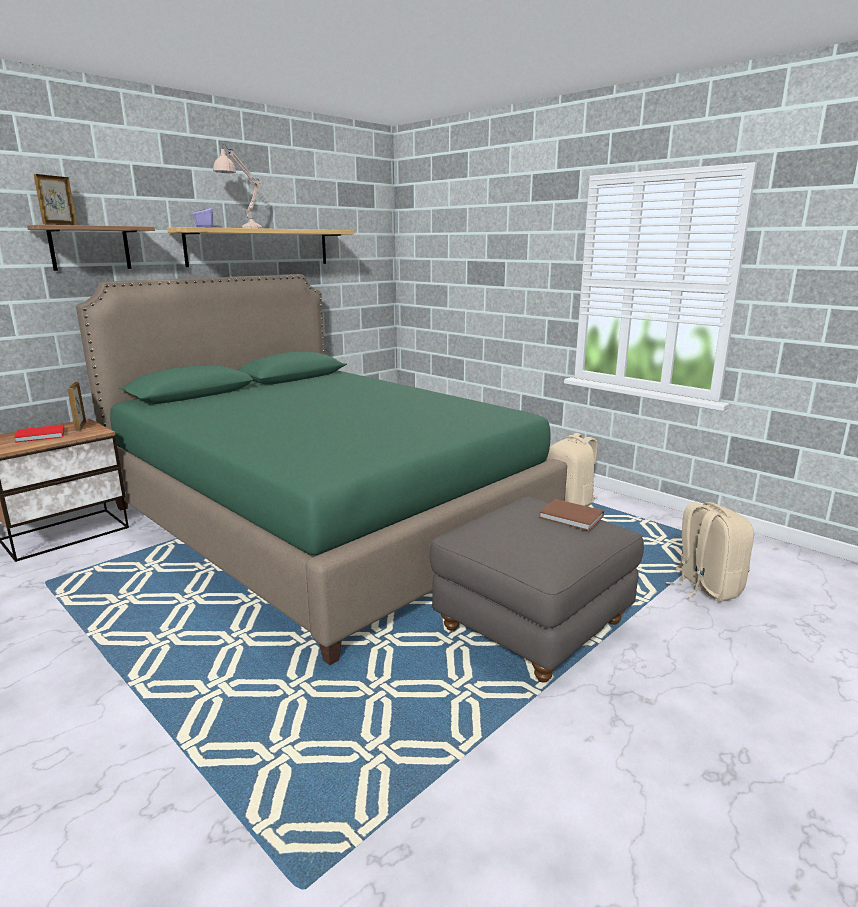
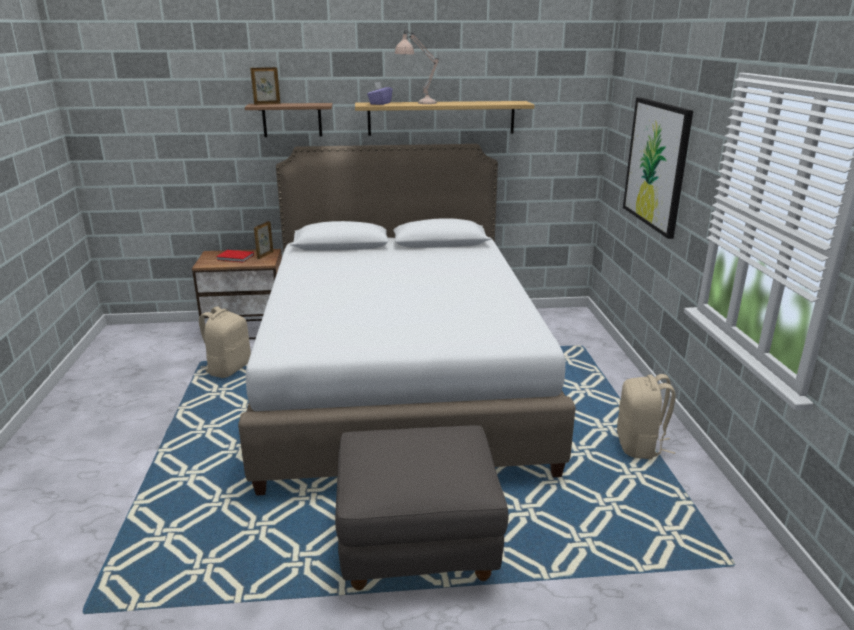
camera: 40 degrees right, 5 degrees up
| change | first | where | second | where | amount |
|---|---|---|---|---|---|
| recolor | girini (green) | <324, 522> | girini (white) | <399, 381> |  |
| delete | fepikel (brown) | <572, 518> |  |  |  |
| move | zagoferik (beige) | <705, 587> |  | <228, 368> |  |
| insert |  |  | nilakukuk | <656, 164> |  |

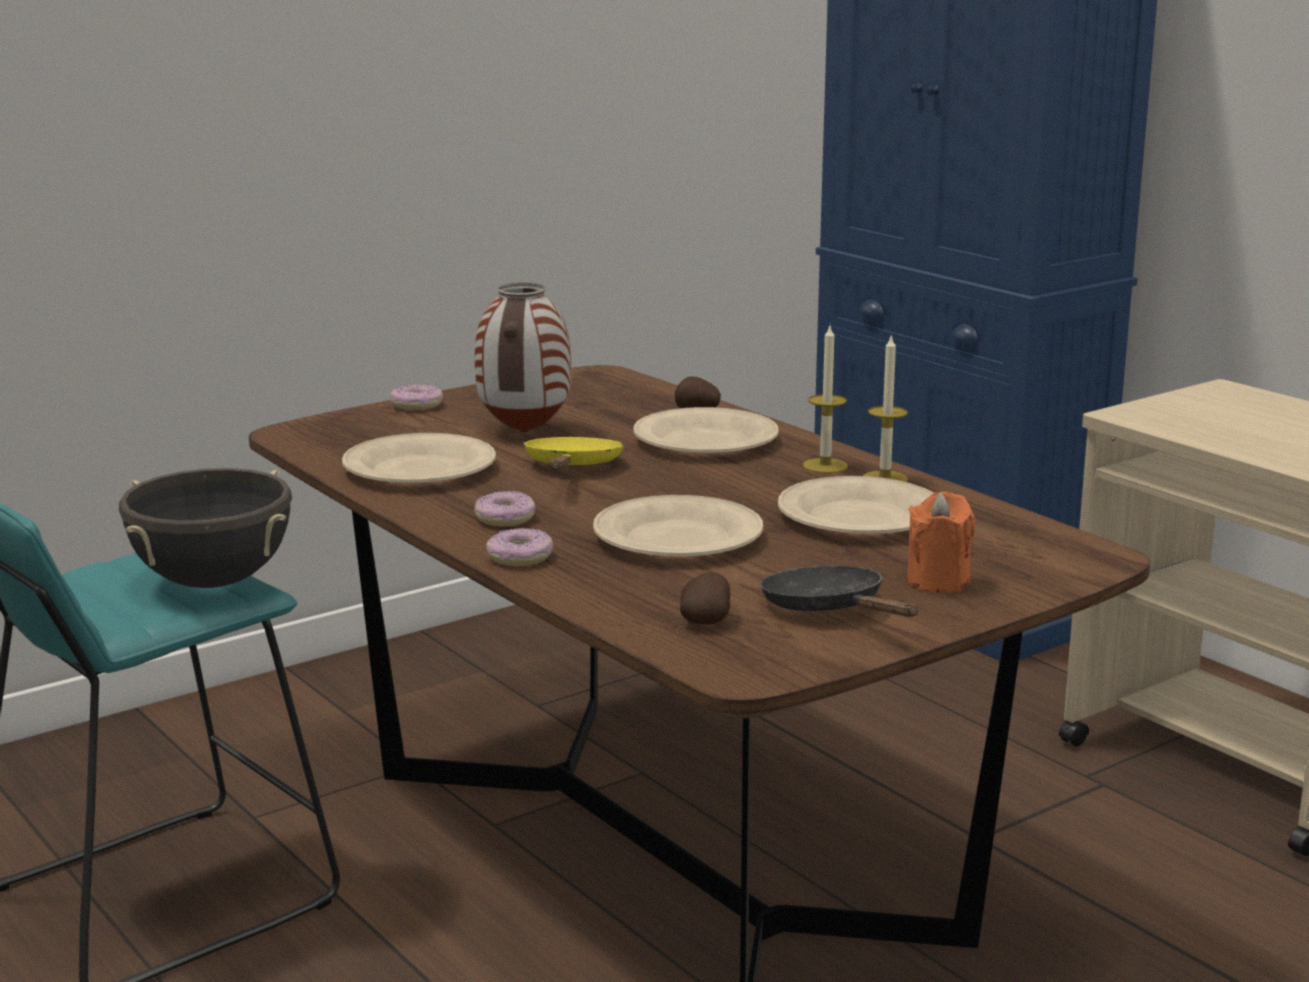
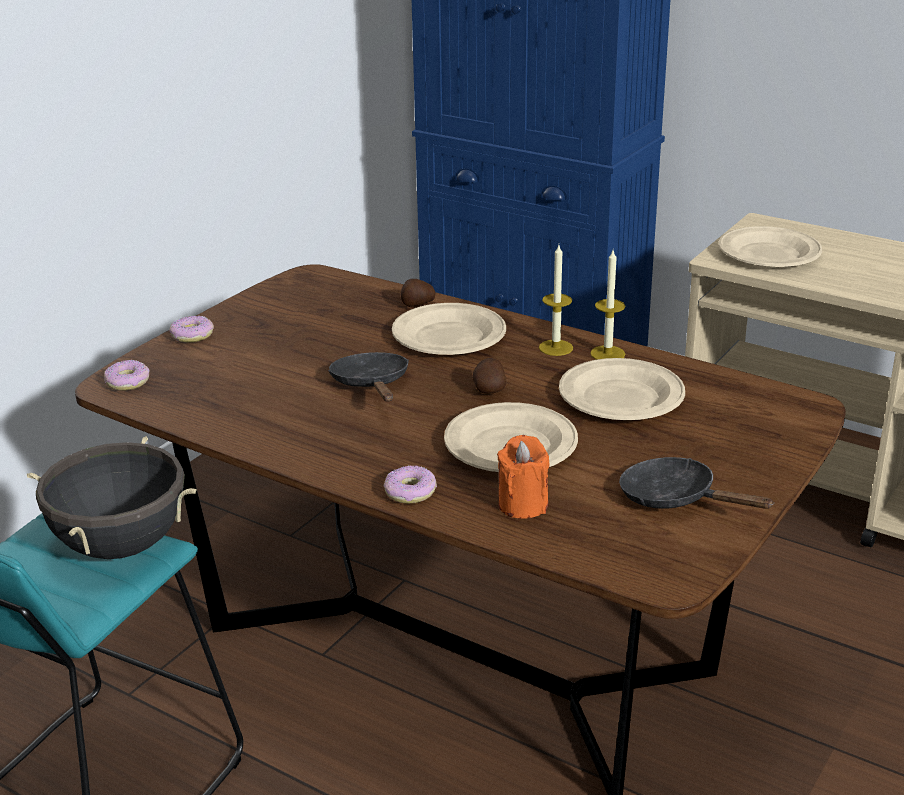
camera: 20 degrees left, 10 degrees up
| change | first | where | second | where | amount |
|---|---|---|---|---|---|
| delete | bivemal | <523, 432> |  |  |  |
| move | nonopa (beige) | <420, 469> |  | <769, 254> |  |
| recolor | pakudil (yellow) | <572, 468> | pakudil (black) | <372, 384> |  |
| move | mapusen | <505, 518> |  | <128, 382> |  |
| move | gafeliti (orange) | <938, 581> |  | <523, 505> |  |
| move | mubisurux | <706, 621> |  | <489, 389> |  |

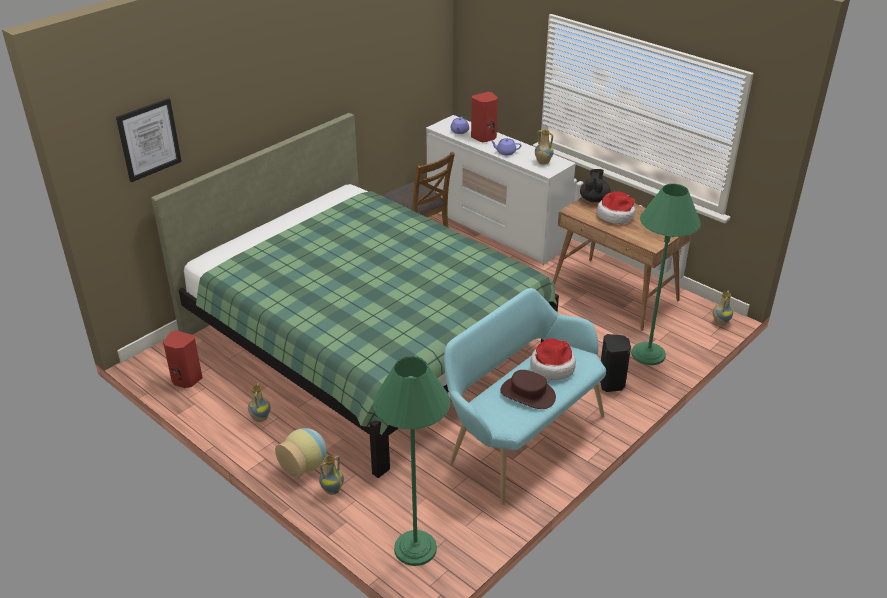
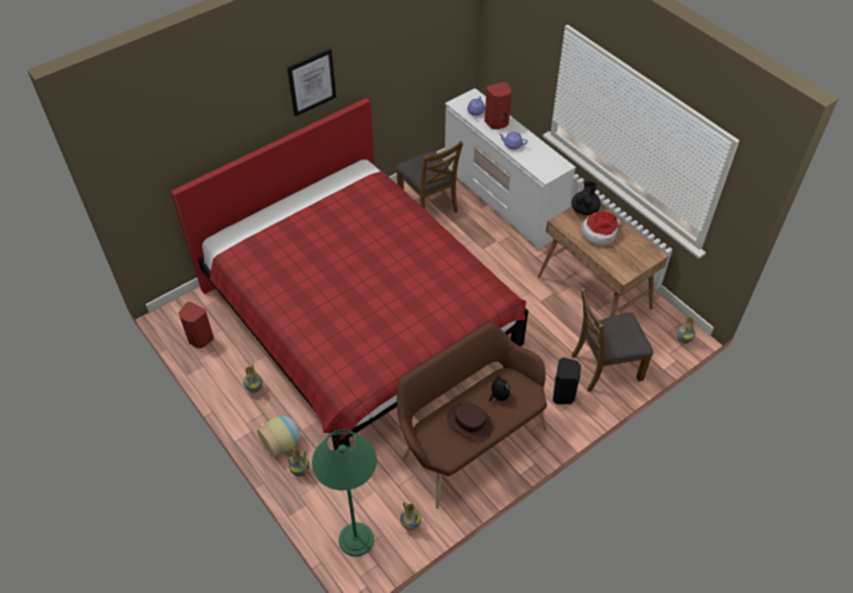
camera: 10 degrees right, 15 degrees up
| change | first | where | second | where | amount |
|---|---|---|---|---|---|
| move | nilakukuk | <149, 139> |  | <311, 82> |  |
| recolor | girini (green) | <366, 341> | girini (red) | <358, 318> |  |
| move | bivemal | <542, 162> |  | <410, 525> |  |
| replace | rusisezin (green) | <648, 354> | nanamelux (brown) | <605, 367> |  |
| recolor | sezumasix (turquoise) | <521, 437> | sezumasix (brown) | <469, 441> |  |
| replace | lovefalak | <552, 367> | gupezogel | <498, 396> |  |

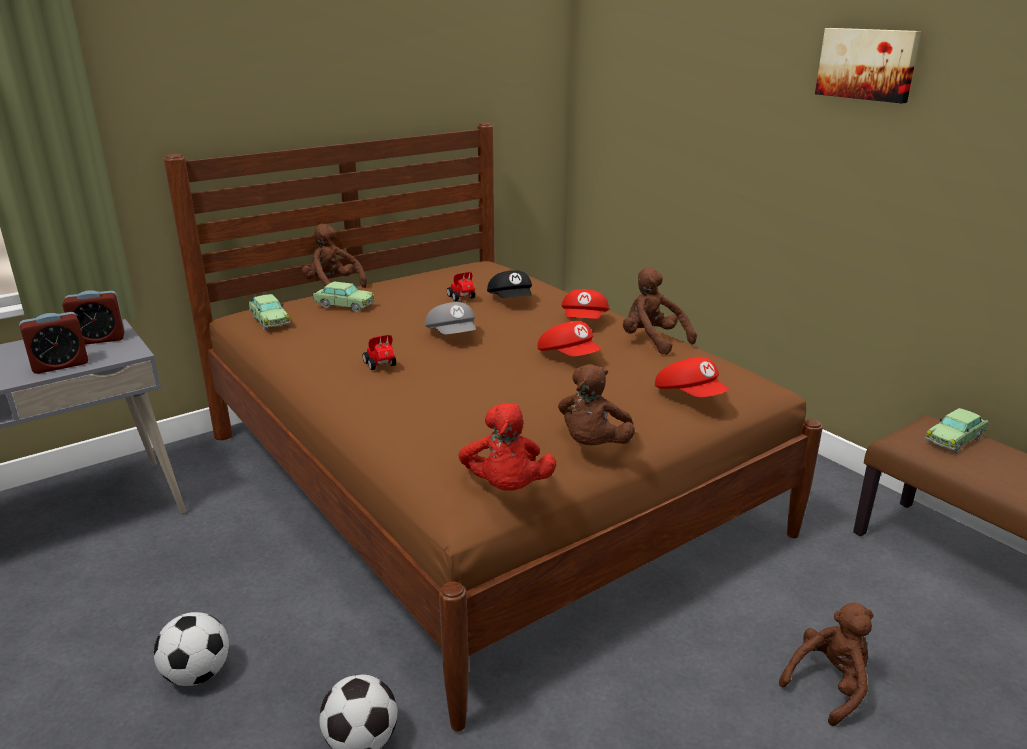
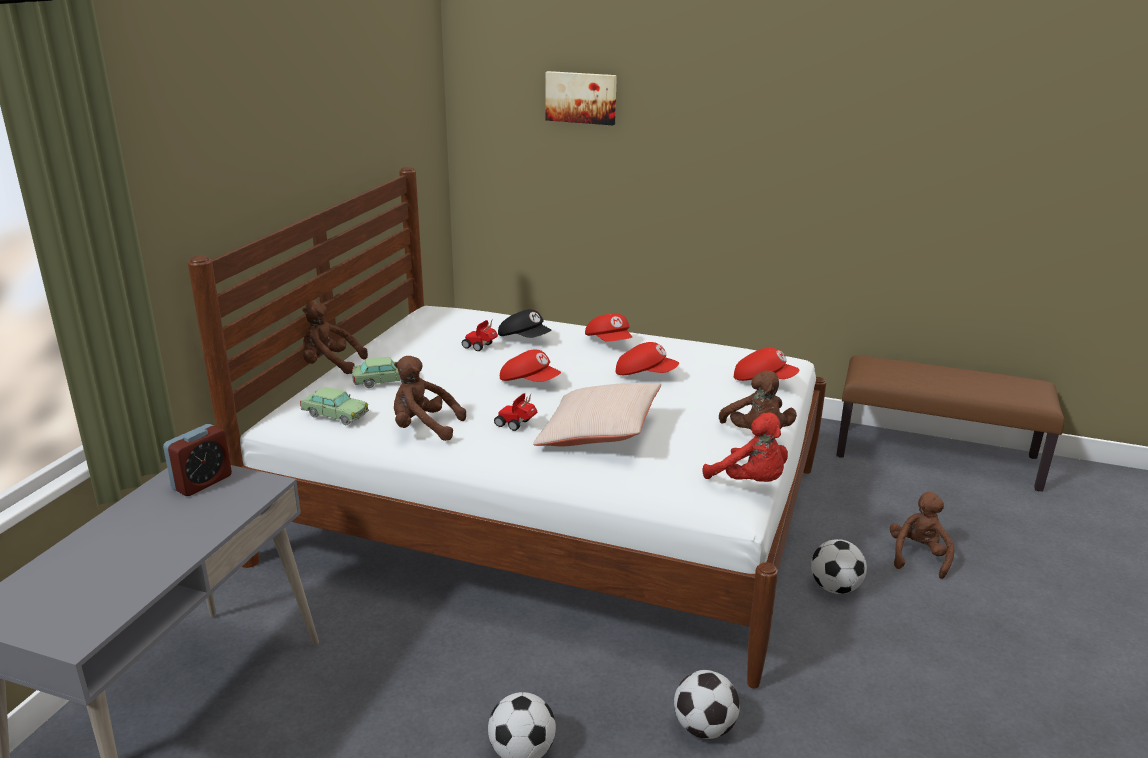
camera: 35 degrees left, 0 degrees up
| change | first | where | second | where | amount |
|---|---|---|---|---|---|
| move | nilakukuk | <867, 64> |  | <581, 97> |  |
| recolor | girini (brown) | <478, 482> | girini (white) | <550, 514> |  |
| move | gupezogel (brown) | <652, 341> |  | <424, 428> |  |
| recolor | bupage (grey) | <453, 335> | bupage (red) | <529, 382> |  |
| delete | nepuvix | <60, 365> |  |  |  |
| delete | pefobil | <954, 439> |  |  |  |
| insert |  |  | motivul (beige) | <598, 433> |  |
| insert |  |  | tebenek | <835, 588> |  |

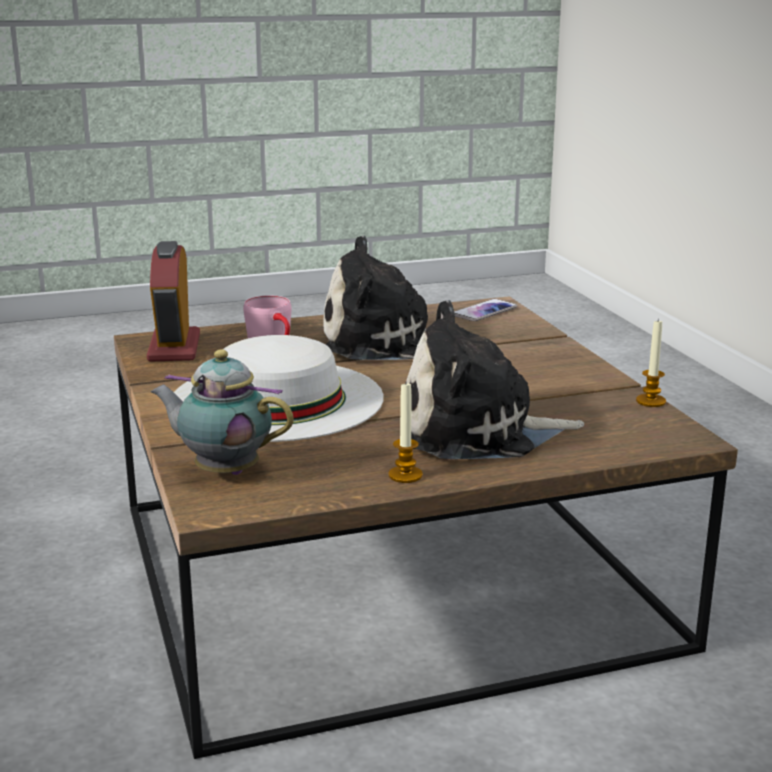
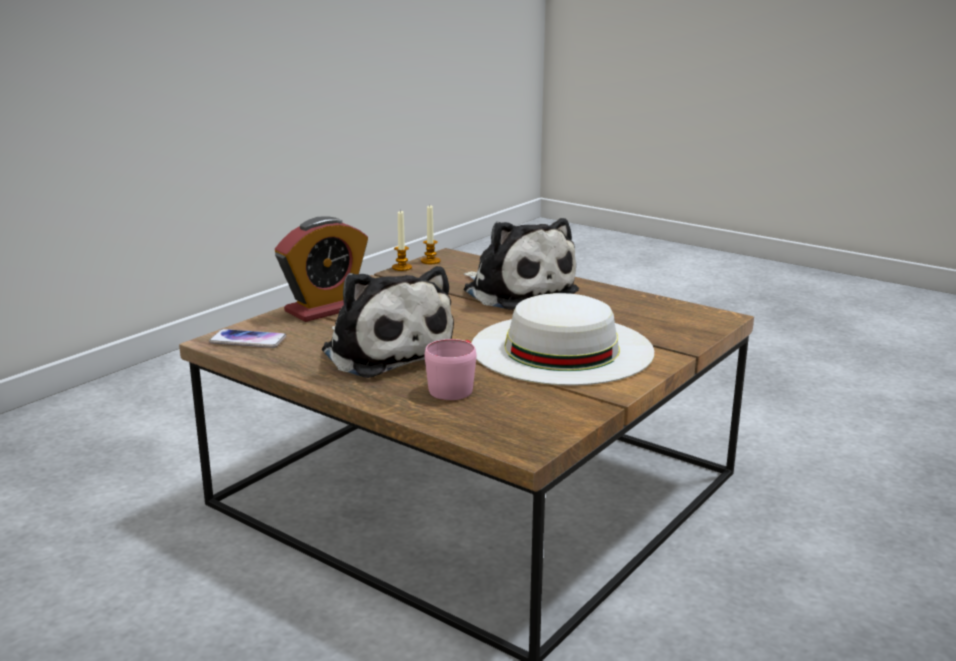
camera: 125 degrees left, 0 degrees up
| change | first | where | second | where | amount |
|---|---|---|---|---|---|
| move | nepuvix | <174, 347> |  | <325, 309> |  |
| delete | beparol | <223, 471> |  |  |  |
| move | gafeliti | <405, 475> |  | <430, 261> |  |

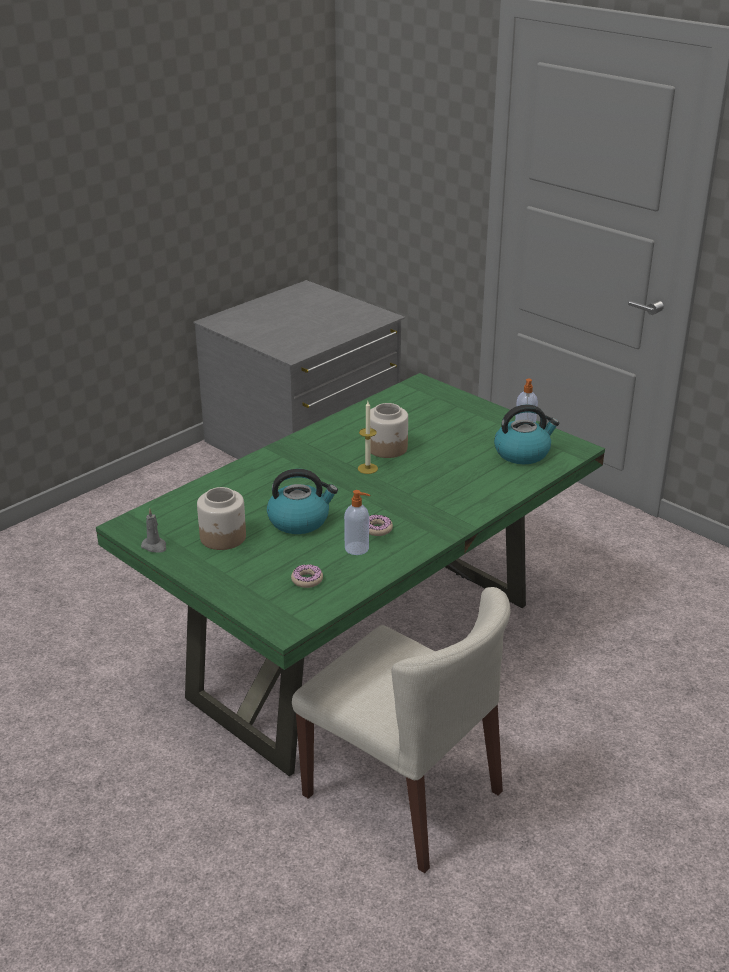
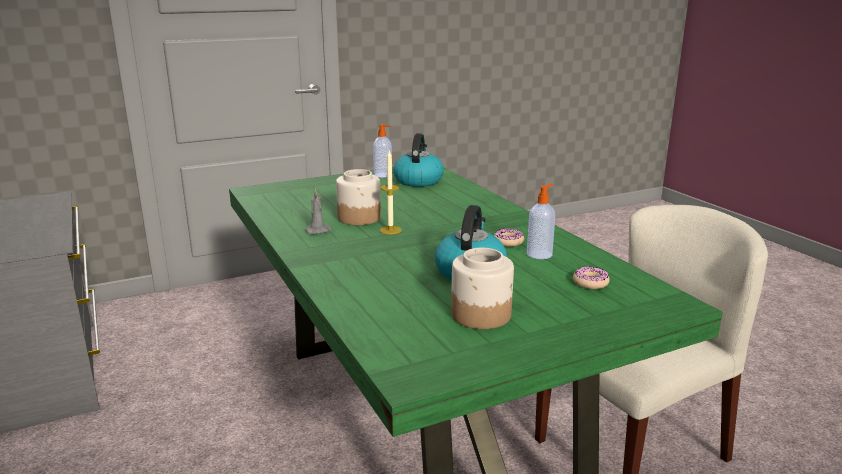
camera: 70 degrees left, 10 degrees down
| change | first | where | second | where | amount |
|---|---|---|---|---|---|
| move | gafeliti (grey) | <155, 546> |  | <319, 230> |  |

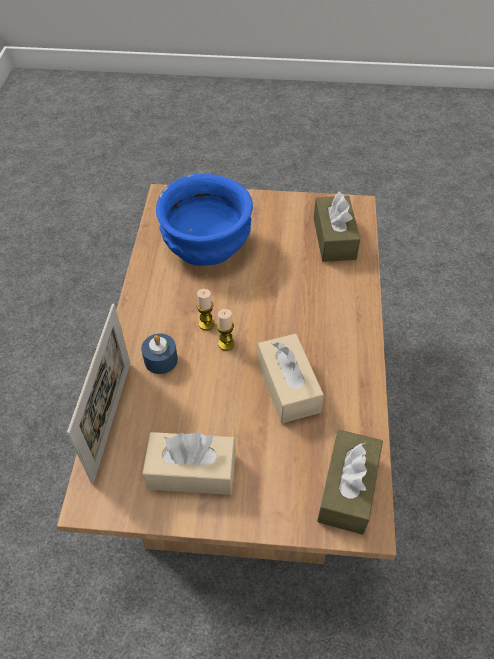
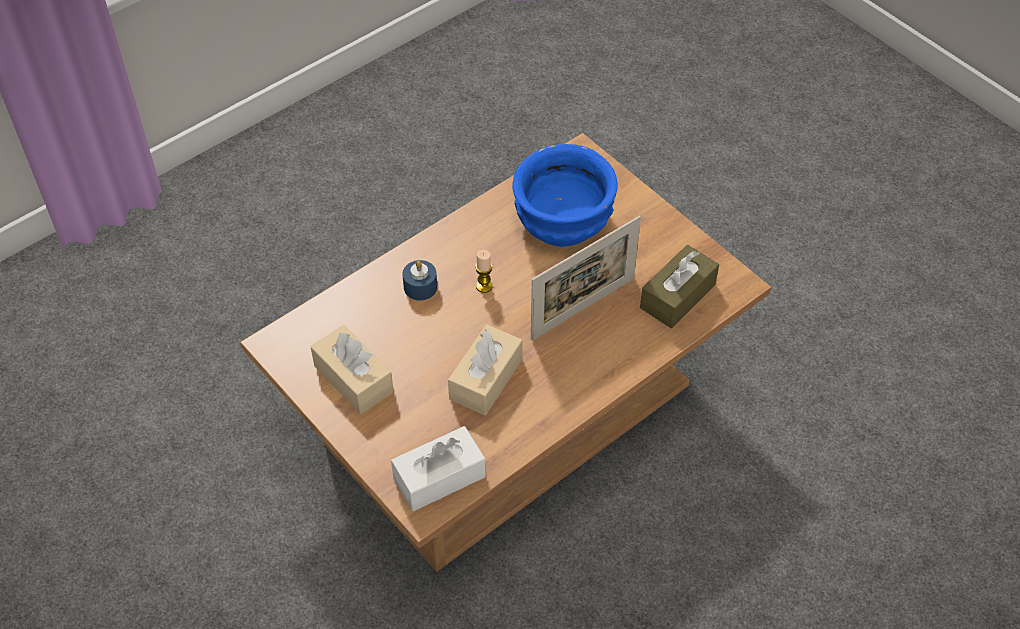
camera: 45 degrees right, 0 degrees up
| change | first | where | second | where | amount |
|---|---|---|---|---|---|
| move | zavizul | <112, 419> |  | <583, 308> |  |
| delete | gafeliti | <226, 344> |  |  |  |
| recolor | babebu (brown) | <348, 488> | babebu (white) | <439, 477> |  |

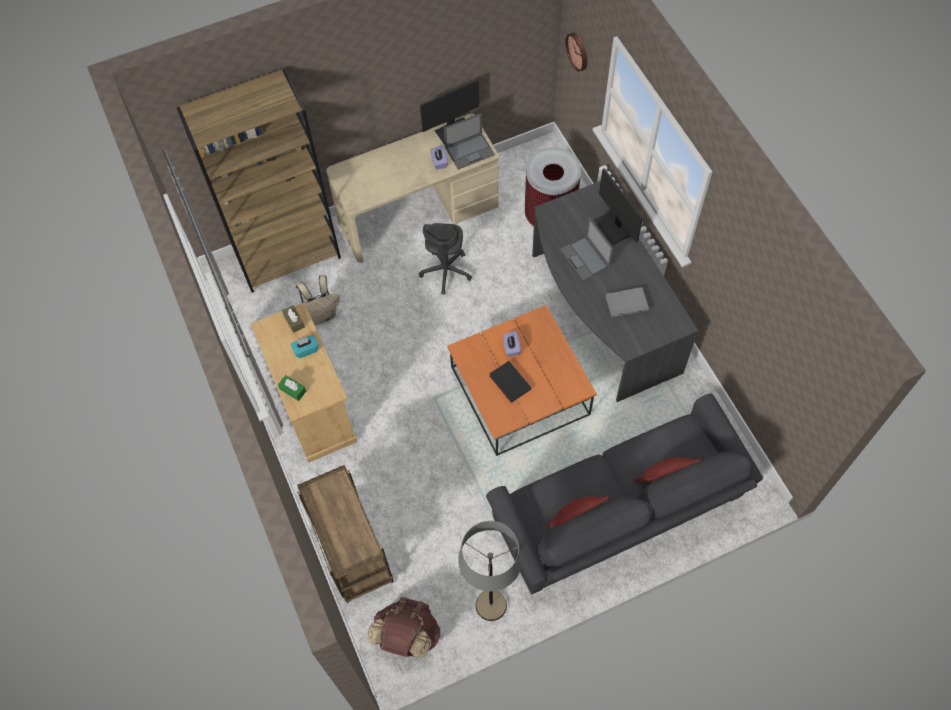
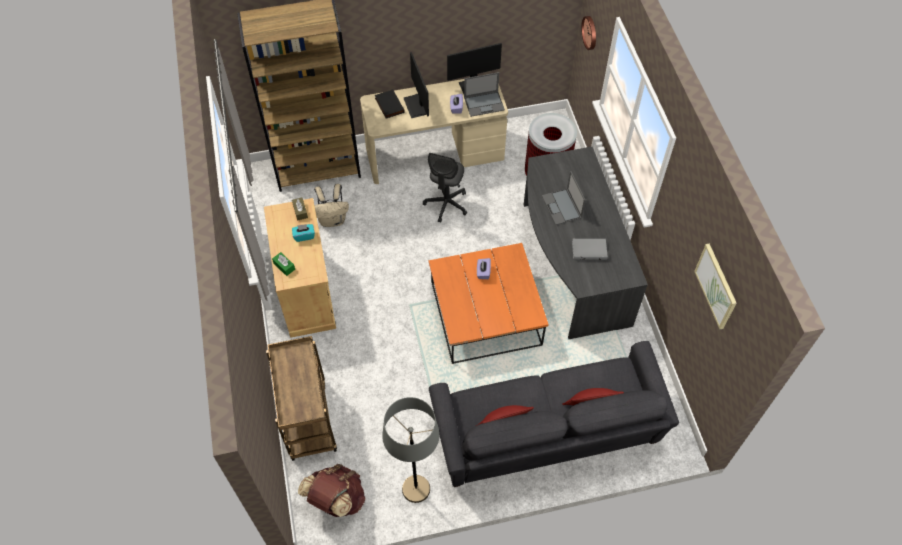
camera: 10 degrees right, 5 degrees down
| change | first | where | second | where | amount |
|---|---|---|---|---|---|
| move | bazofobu | <613, 227> |  | <416, 105> |  |
| move | fepikel (black) | <509, 383> |  | <388, 105> |  |
| insert |  |  | nilakukuk | <716, 286> |  |

